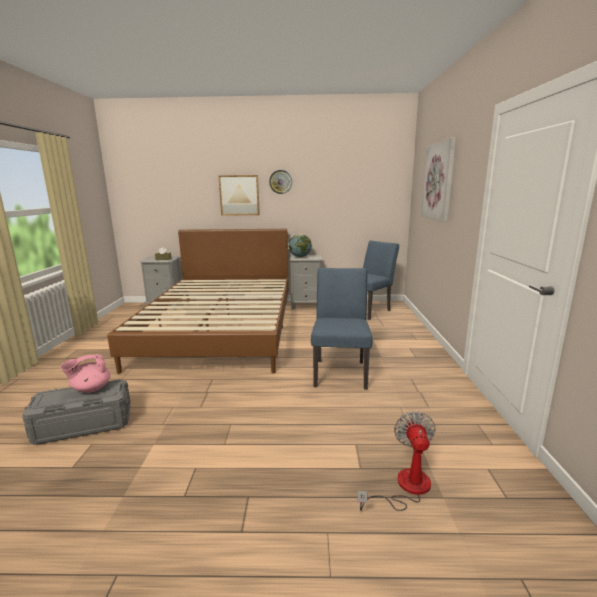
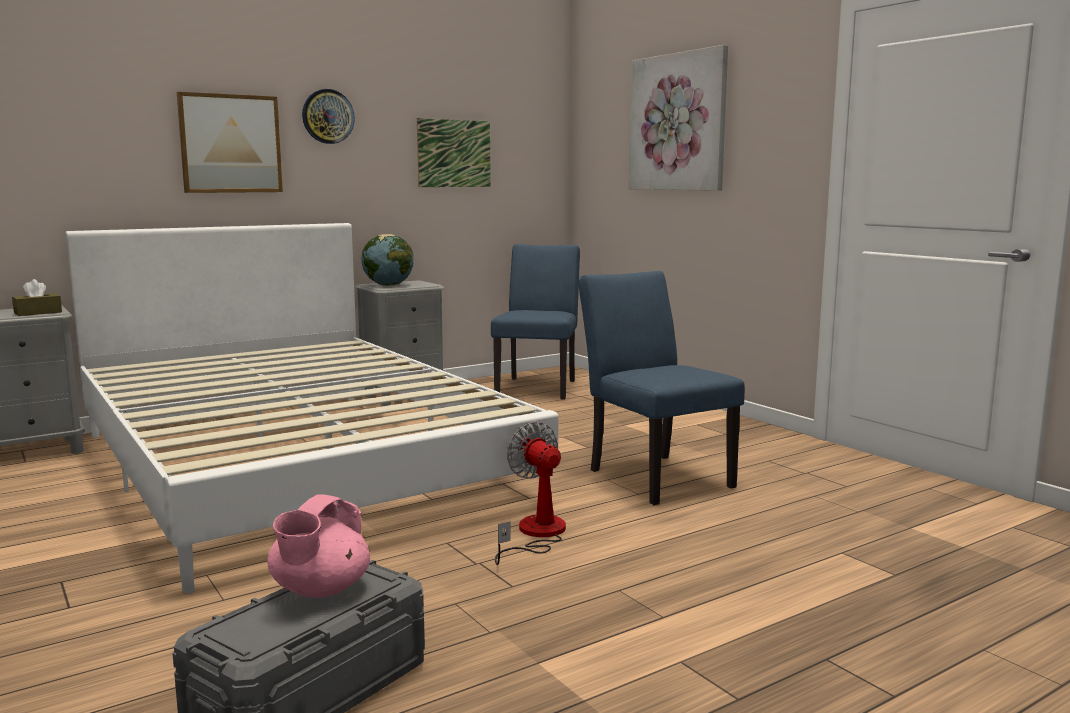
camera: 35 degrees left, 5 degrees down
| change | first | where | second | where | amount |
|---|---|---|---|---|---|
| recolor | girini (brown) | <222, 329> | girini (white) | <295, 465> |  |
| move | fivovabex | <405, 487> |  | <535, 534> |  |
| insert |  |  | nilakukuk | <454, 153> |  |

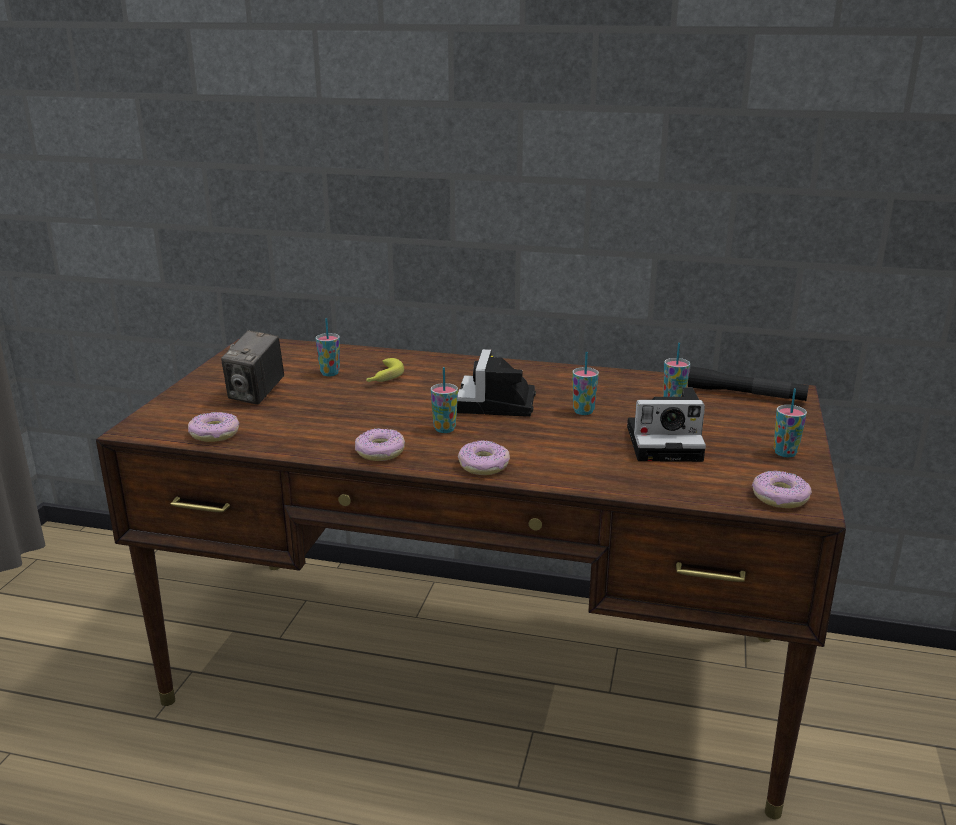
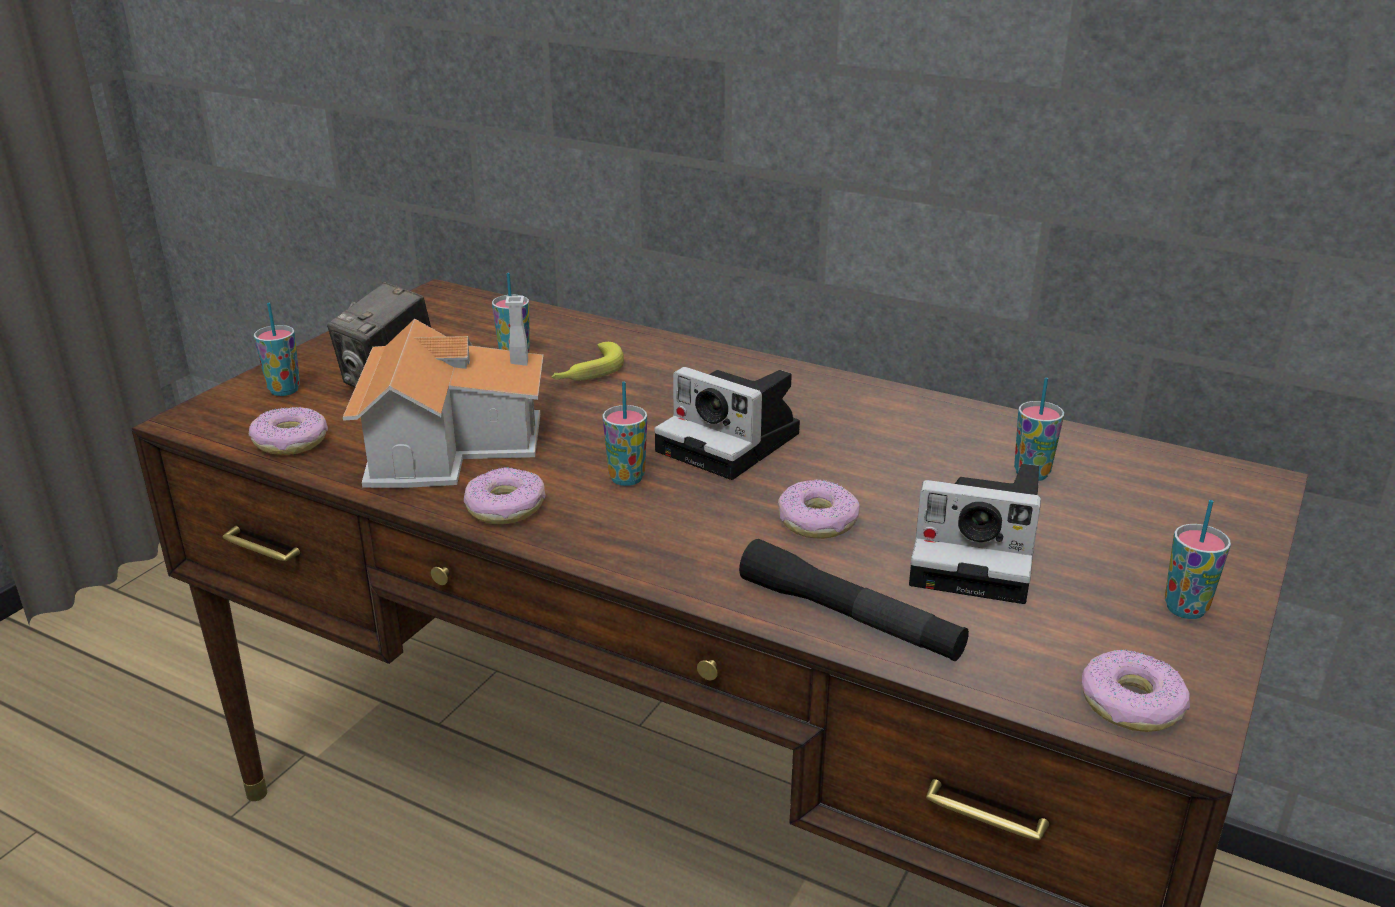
camera: 15 degrees right, 5 degrees up
| change | first | where | second | where | amount |
|---|---|---|---|---|---|
| rotate | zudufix | <497, 404> |  | <734, 443> | 75 degrees counterclockwise |
| move | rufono | <583, 411> |  | <284, 390> |  |
| move | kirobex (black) | <746, 394> |  | <849, 618> |  |
| move | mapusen | <484, 465> |  | <818, 521> |  |
| insert |  |  | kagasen | <451, 442> |  |

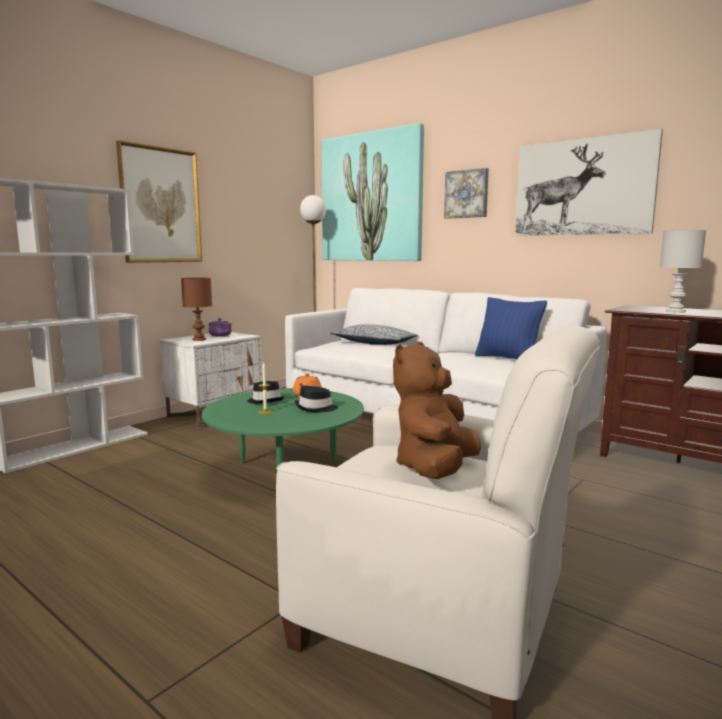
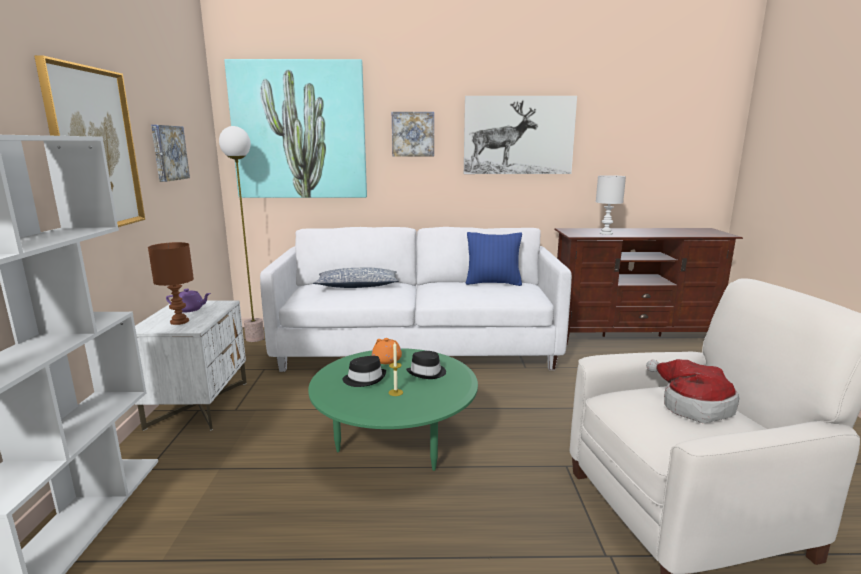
camera: 40 degrees left, 5 degrees up
| change | first | where | second | where | amount |
|---|---|---|---|---|---|
| replace | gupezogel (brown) | <435, 469> | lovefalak | <692, 406> |  |
| insert |  |  | nilakukuk | <168, 153> |  |

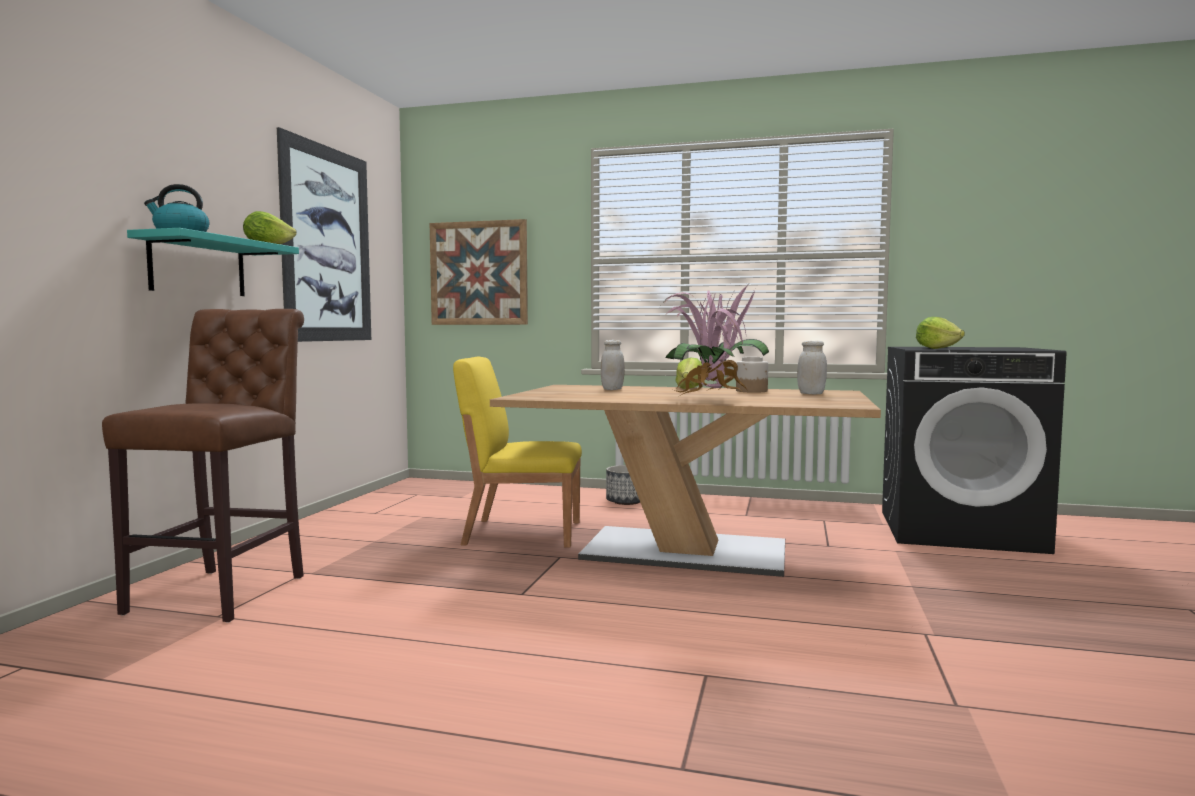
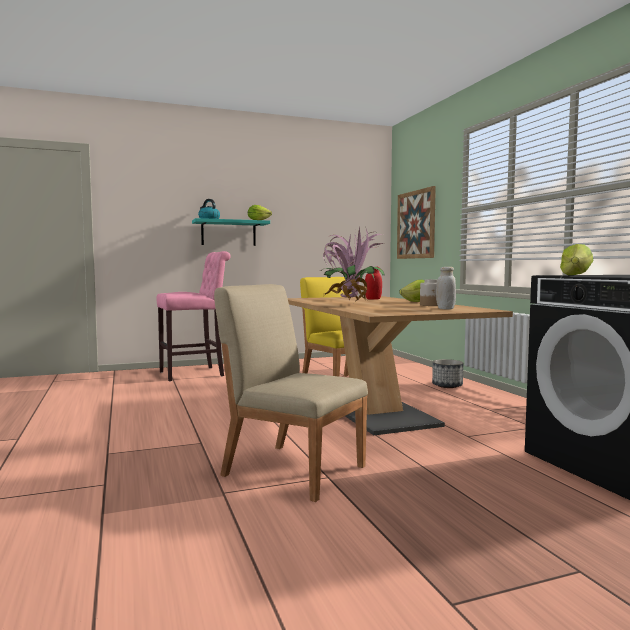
camera: 55 degrees right, 0 degrees up
| change | first | where | second | where | amount |
|---|---|---|---|---|---|
| delete | nilakukuk | <327, 244> |  |  |  |
| recolor | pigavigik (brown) | <225, 591> | pigavigik (pink) | <195, 374> |  |
| recolor | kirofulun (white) | <612, 389> | kirofulun (red) | <373, 299> |  |
| insert |  |  | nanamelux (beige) | <293, 470> |  |

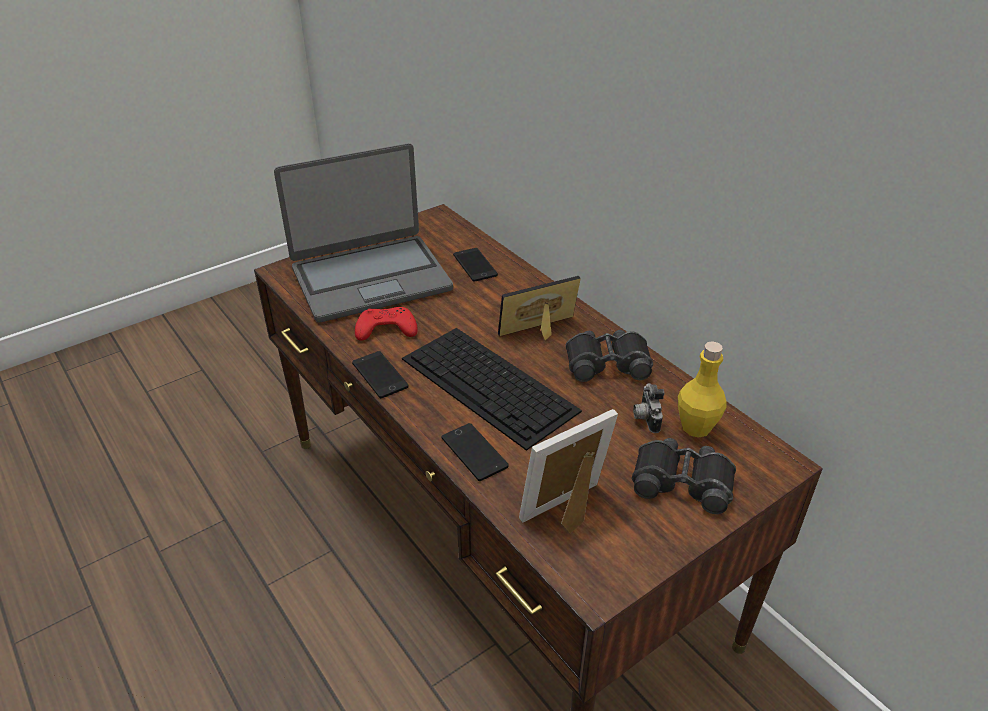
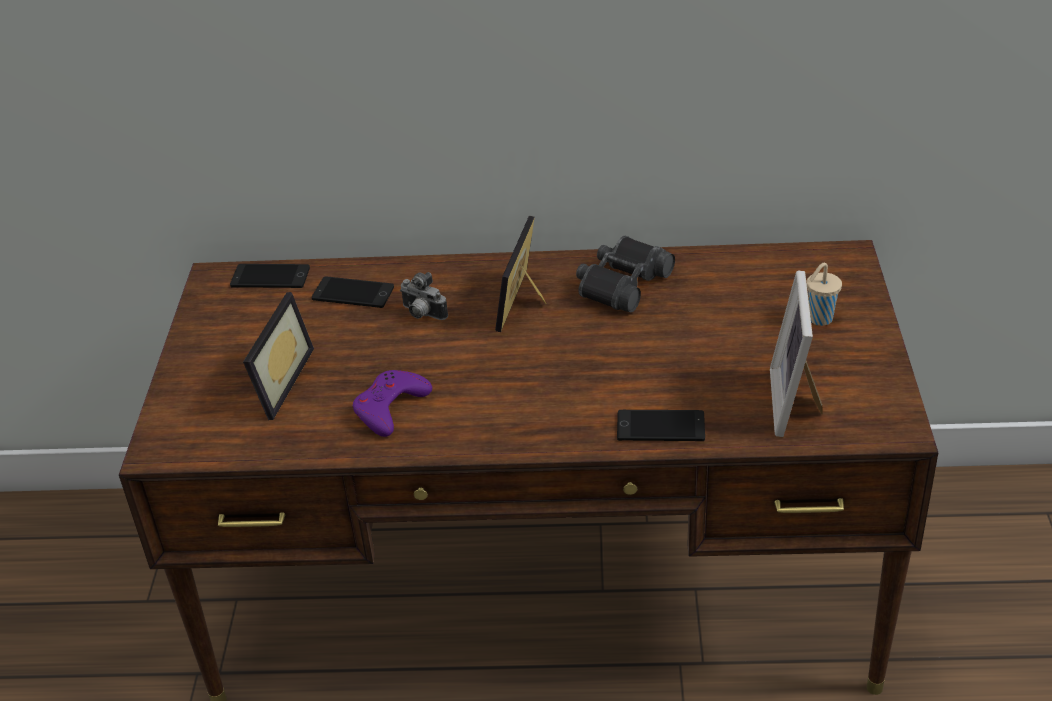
camera: 50 degrees left, 0 degrees up
| change | first | where | second | where | amount |
|---|---|---|---|---|---|
| replace | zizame | <370, 278> | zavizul | <274, 381> |  |
| recolor | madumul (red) | <386, 329> | madumul (purple) | <390, 407> |  |
| delete | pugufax | <490, 385> |  |  |  |
| delete | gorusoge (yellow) | <696, 427> |  |  |  |
| move | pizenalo | <380, 375> |  | <270, 277> |  |
| move | zudufix | <645, 418> |  | <422, 314> |  |
| replace | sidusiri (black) | <682, 481> | rufono (beige) | <819, 319> |  |

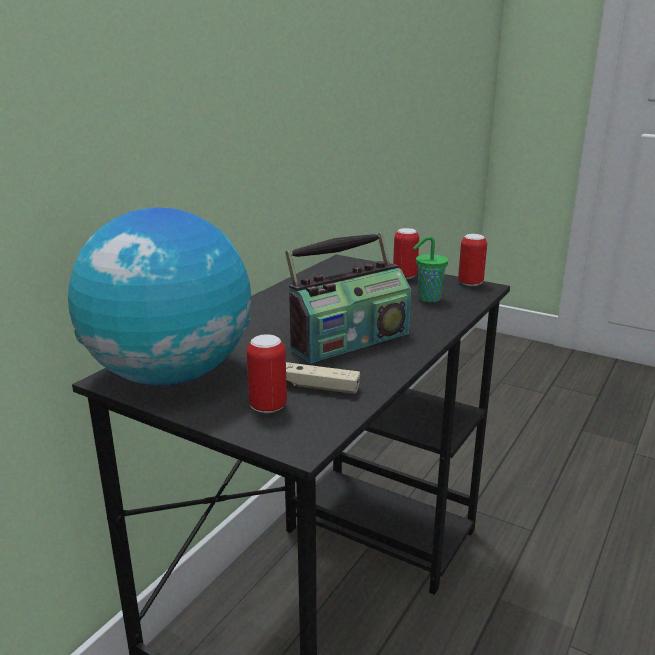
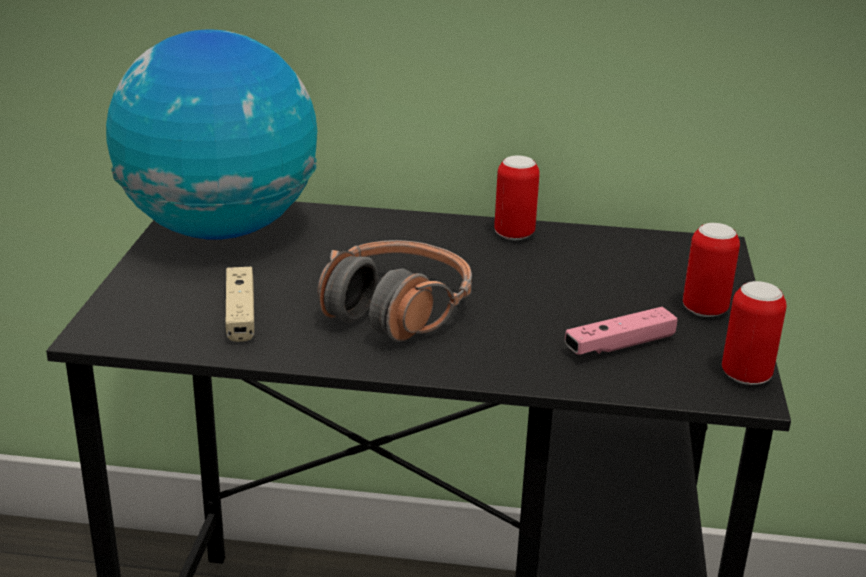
camera: 65 degrees right, 5 degrees up
| change | first | where | second | where | amount |
|---|---|---|---|---|---|
| replace | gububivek | <349, 340> | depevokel | <395, 309> |  |
| replace | rufono (green) | <427, 298> | madumul (pink) | <619, 345> |  |
| move | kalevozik | <268, 406> |  | <514, 234> |  |

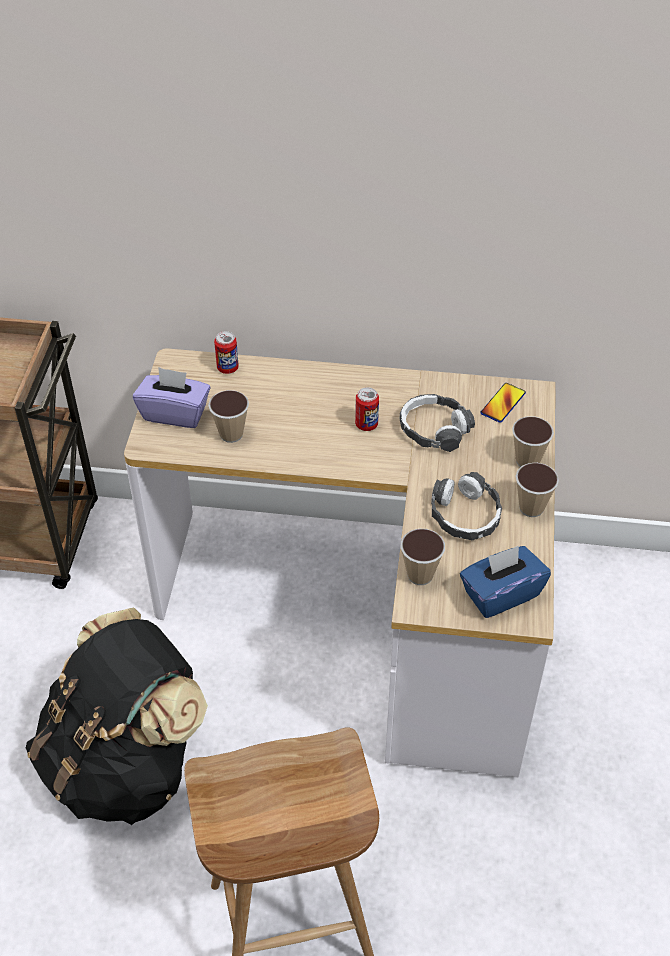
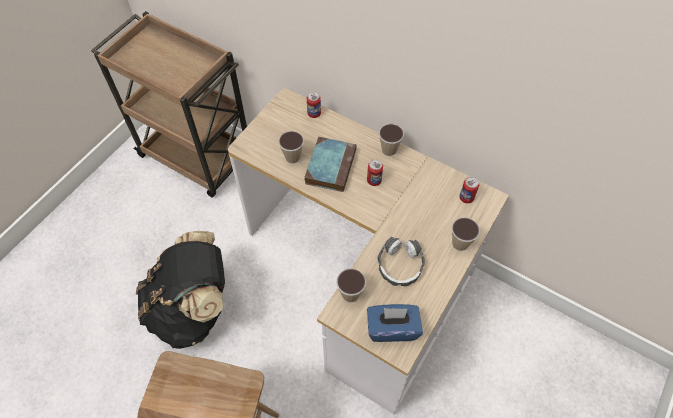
camera: 25 degrees right, 10 degrees up
| change | first | where | second | where | amount |
|---|---|---|---|---|---|
| delete | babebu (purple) | <175, 413> |  |  |  |
| replace | pizenalo | <503, 403> | kalevozik | <466, 198> |  |
| delete | depevokel | <434, 429> |  |  |  |
| move | rufono | <531, 508> |  | <389, 150> |  |
| insert |  |  | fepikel | <330, 166> |  |

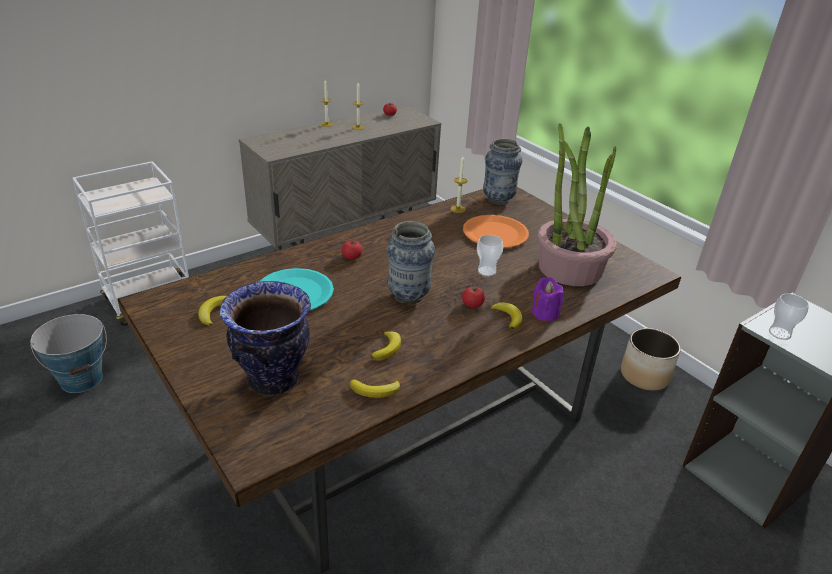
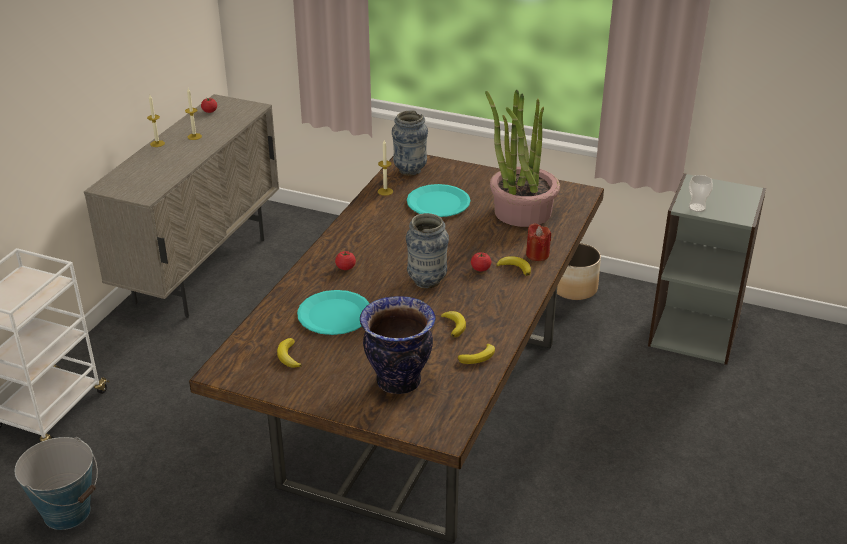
camera: 30 degrees left, 0 degrees up
| change | first | where | second | where | amount |
|---|---|---|---|---|---|
| recolor | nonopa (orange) | <495, 233> | nonopa (turquoise) | <438, 202> |  |
| delete | rufono | <486, 271> |  |  |  |
| recolor | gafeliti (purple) | <544, 313> | gafeliti (red) | <537, 254> |  |

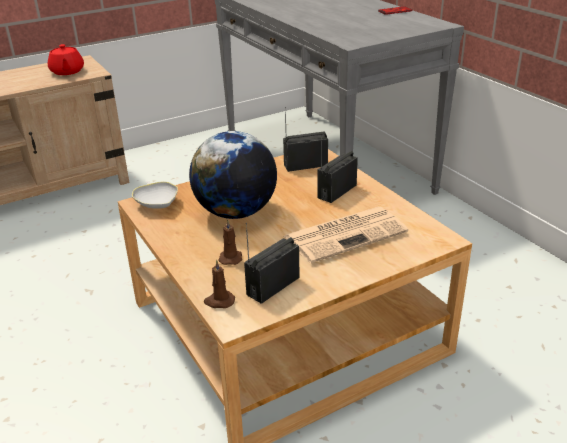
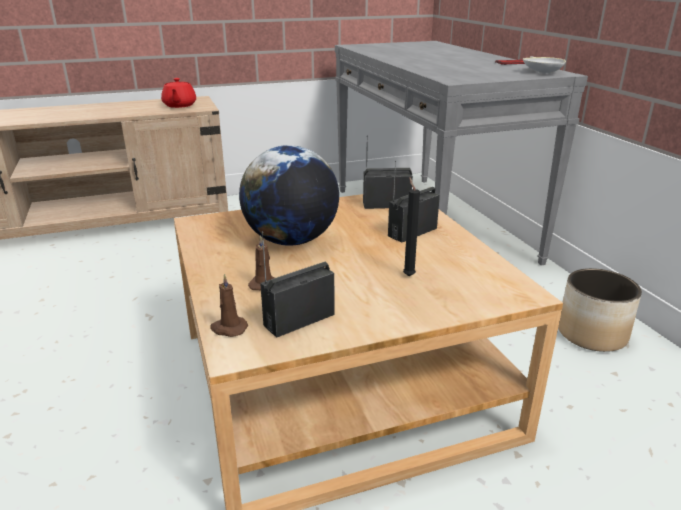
camera: 10 degrees right, 5 degrees down
| change | first | where | second | where | amount |
|---|---|---|---|---|---|
| move | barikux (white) | <157, 204> |  | <543, 72> |  |
| replace | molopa | <346, 234> | gafeliti (black) | <408, 275> |  |
| insert |  |  | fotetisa | <592, 334> |  |

